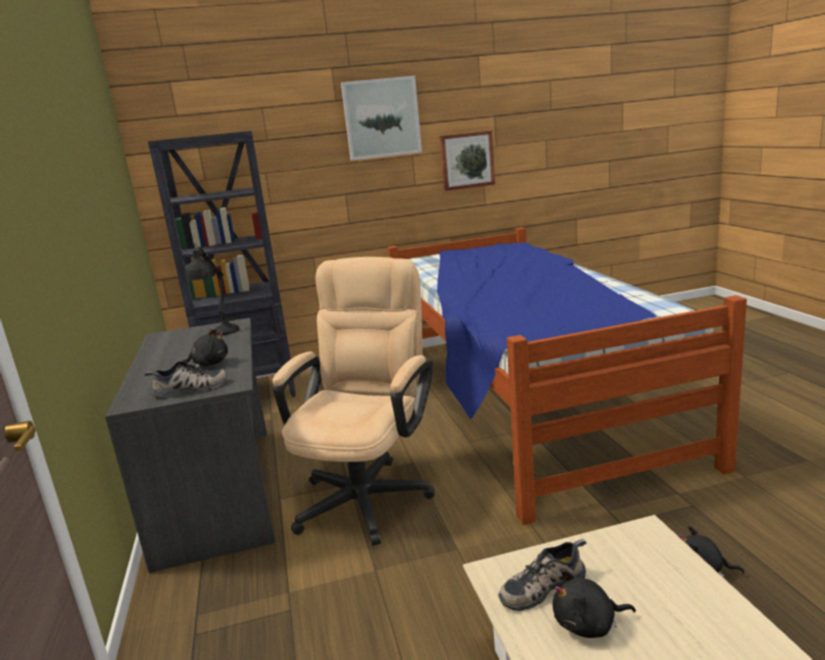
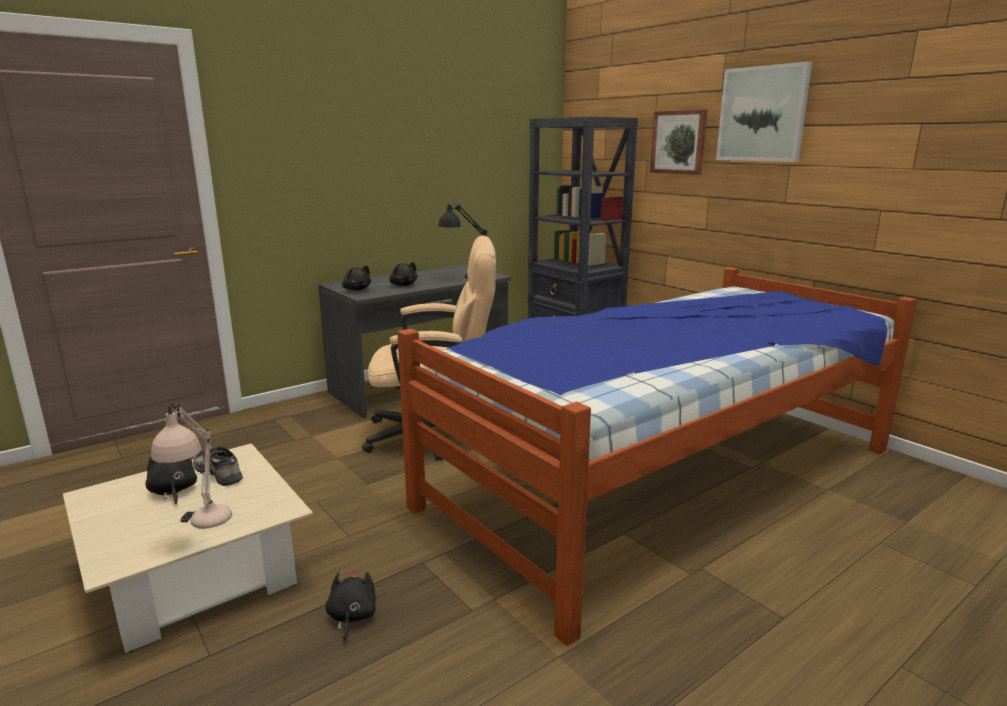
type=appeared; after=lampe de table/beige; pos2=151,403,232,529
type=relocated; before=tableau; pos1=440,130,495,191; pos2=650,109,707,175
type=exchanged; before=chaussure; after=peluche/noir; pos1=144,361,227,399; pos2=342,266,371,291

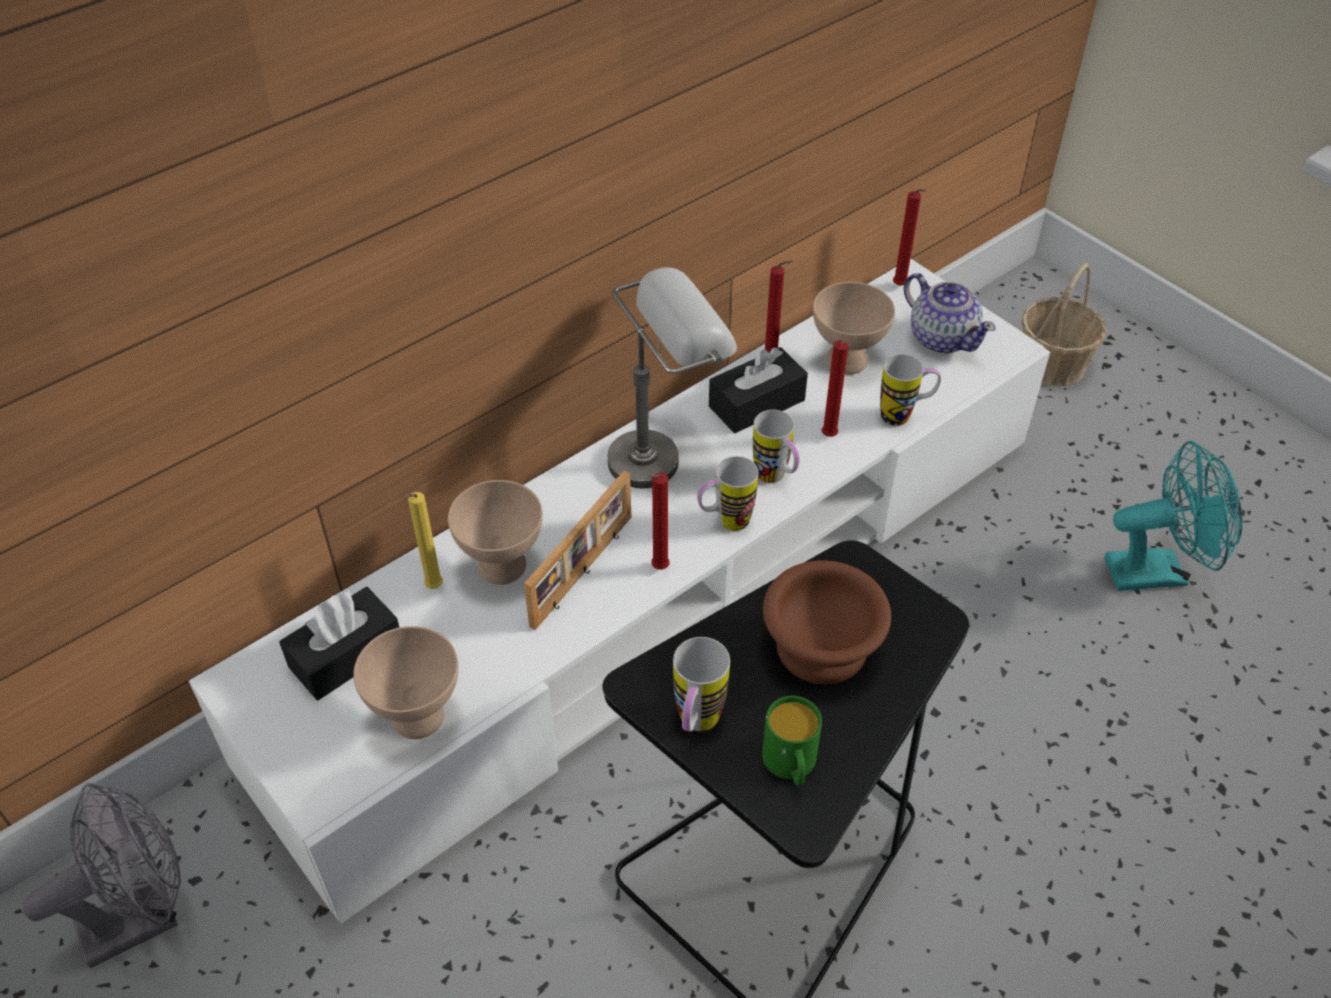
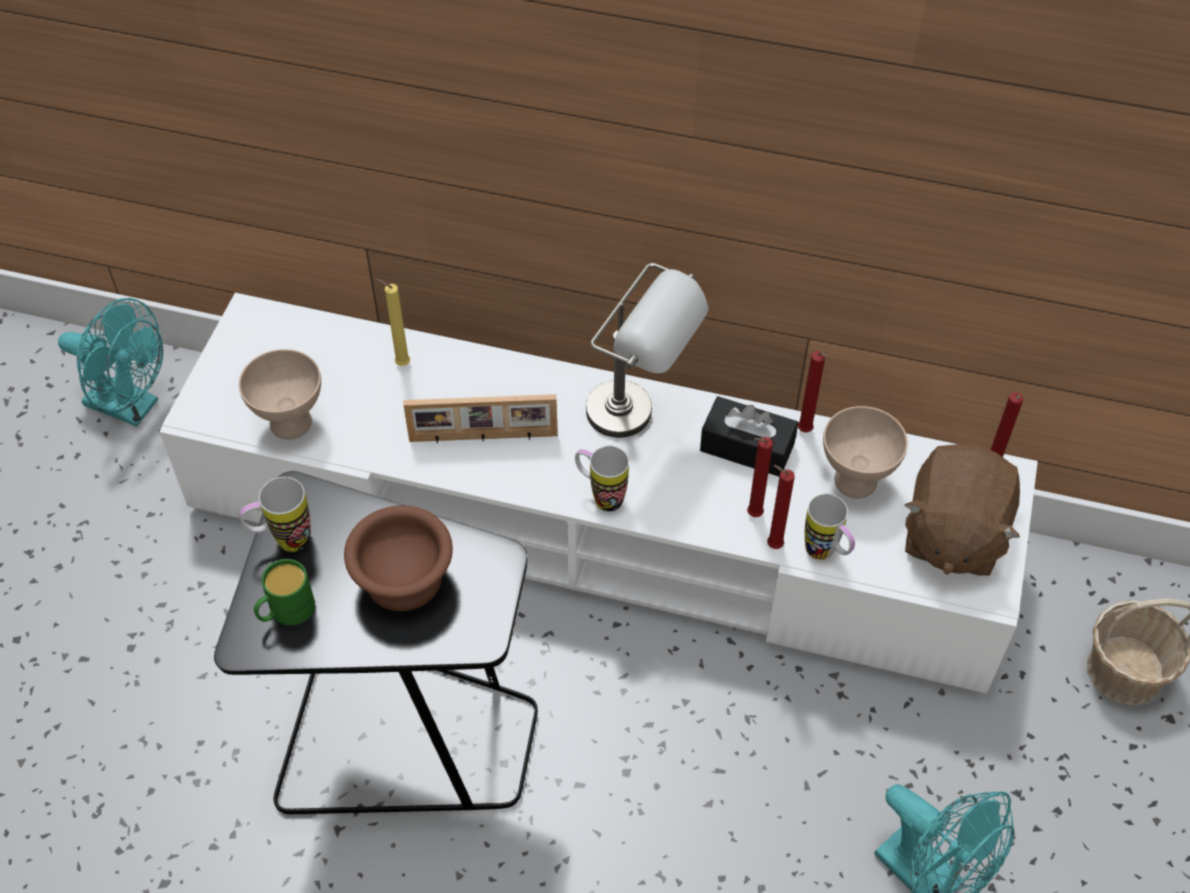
type=missing; before=boîte à mouchoirs/noir; pos1=279,587,399,700
type=missing; before=bol/beige; pos1=448,480,543,585
type=missing; before=mug; pos1=753,410,800,483
type=relocated; before=bougie/rouge; pos1=649,472,670,570; pos2=767,465,795,549
type=exchanged; before=théière; after=peluche/marron; pos1=904,273,996,354; pos2=904,444,1020,576
type=colour; before=ventilateur/gris; after=ventilateur/turquoise; pos1=22,783,181,968; pos2=58,298,163,427

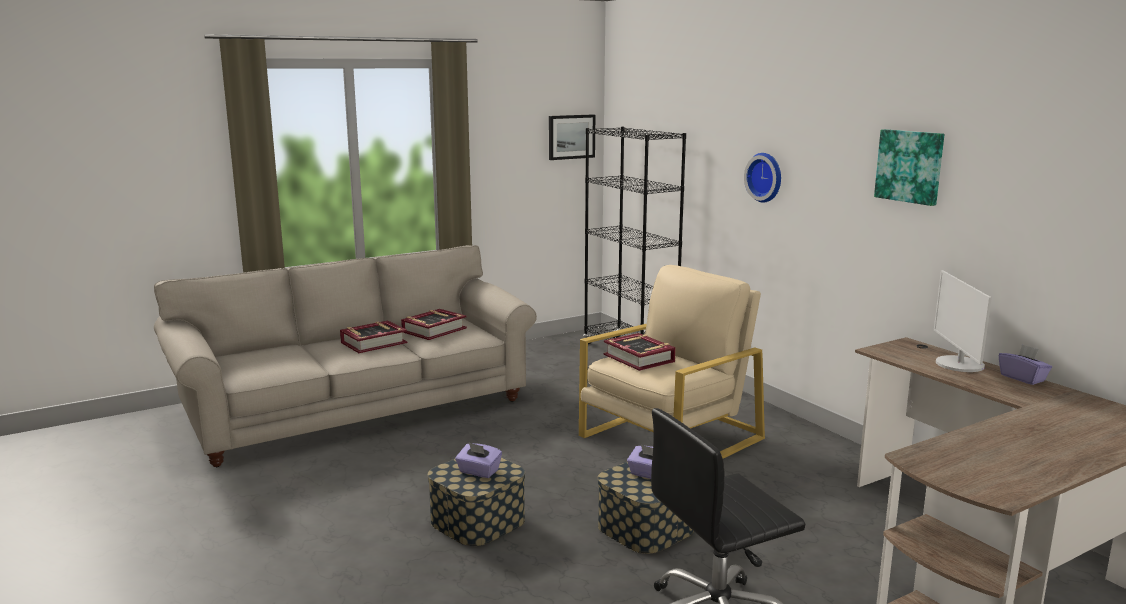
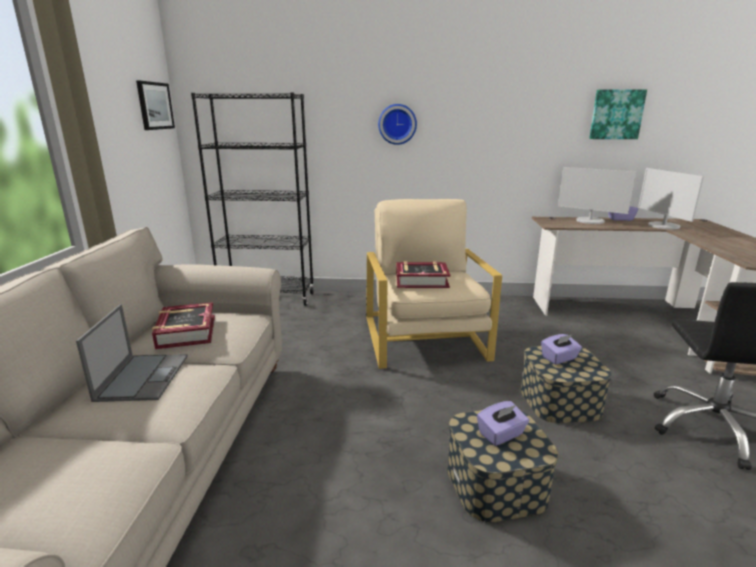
type=appeared; after=écran d'ordinateur; pos2=638,168,704,229
type=relocated; before=tableau; pos1=874,129,944,206; pos2=589,89,647,139
type=exchanged; before=livre; after=ordinateur portable; pos1=340,321,407,353; pos2=76,304,188,402

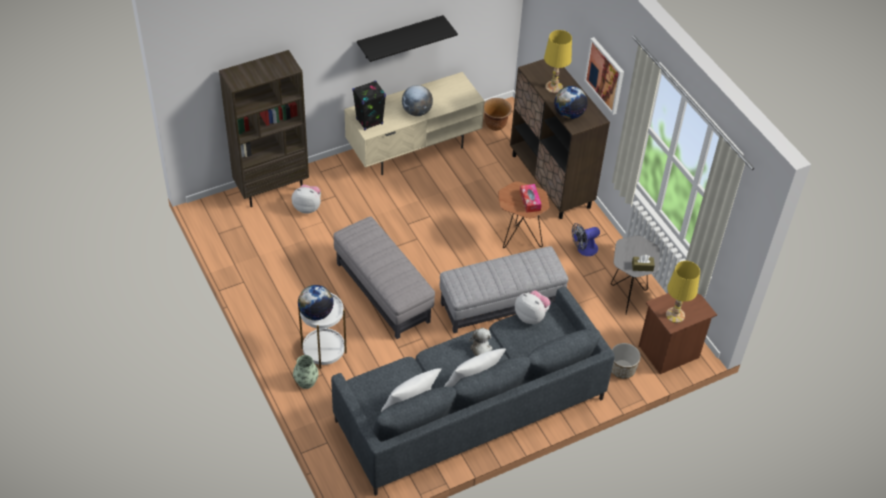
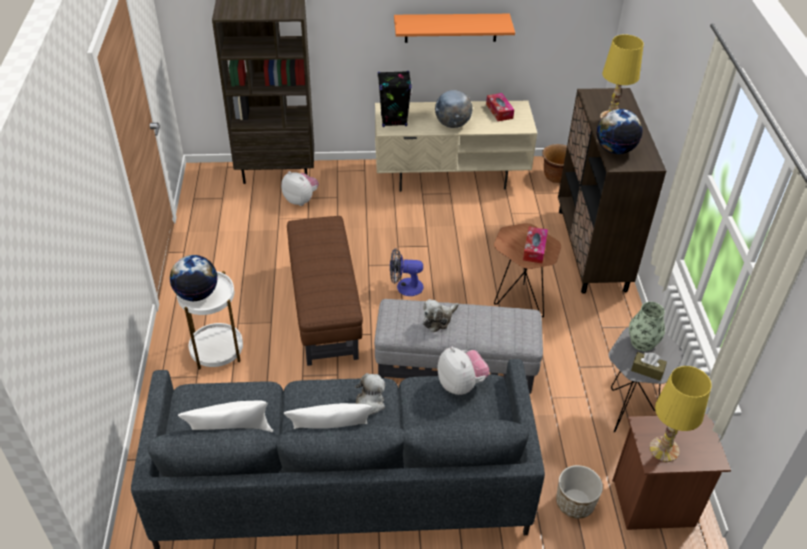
type=missing; before=tableau; pos1=584,37,624,115
type=appeared; after=peluche; pos2=423,299,459,332
type=appeared; after=boîte à mouchoirs; pos2=486,93,514,121
type=relocated; before=vase; pos1=293,355,319,389; pos2=629,302,665,351
type=relocated; before=ventilateur; pos1=572,223,600,256; pos2=390,248,423,296
type=colour; before=pouf/gris; after=pouf/marron; pos1=333,216,435,339; pos2=287,216,363,366
type=colour; before=étagère/noir; after=étagère/orange; pos1=357,15,458,62; pos2=394,14,515,43

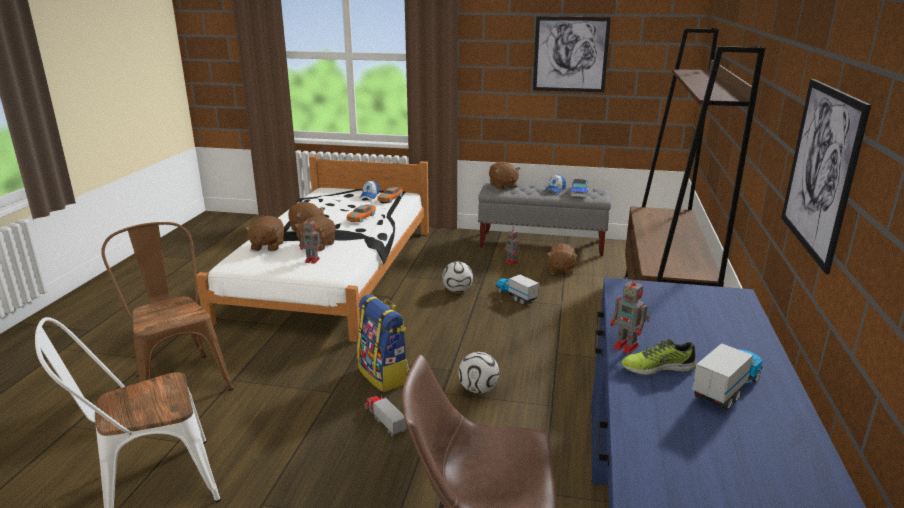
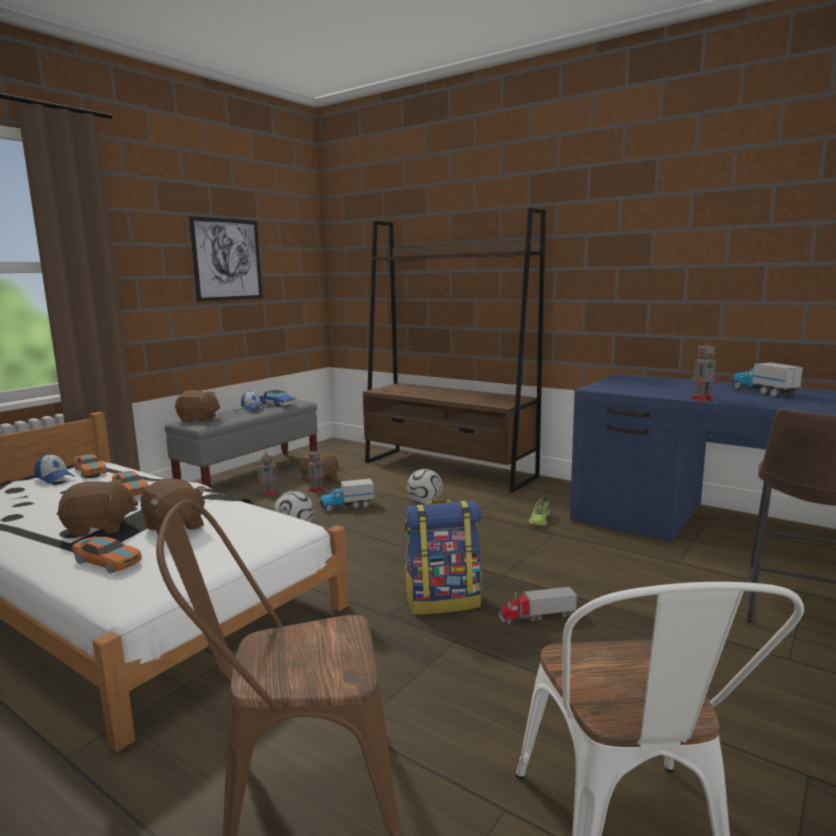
type=missing; before=tableau; pos1=781,79,871,274
type=relocated; before=robot jouet; pos1=300,216,322,264; pos2=307,447,326,493
type=relocated; before=ballon de foot; pos1=458,352,499,394; pos2=407,469,443,505
type=relocated; before=chaussure; pos1=622,339,697,375; pos2=529,497,550,526
type=exchanged; before=peluche/marron; after=petite voiture; pos1=245,216,284,251; pos2=72,537,142,574

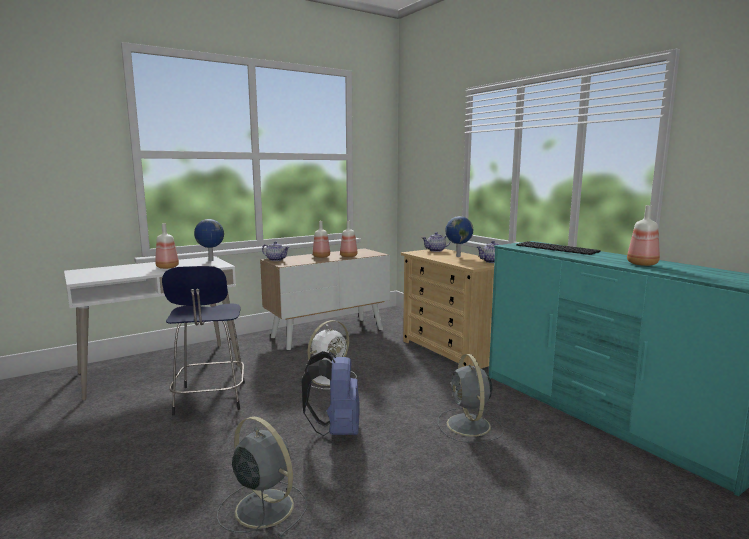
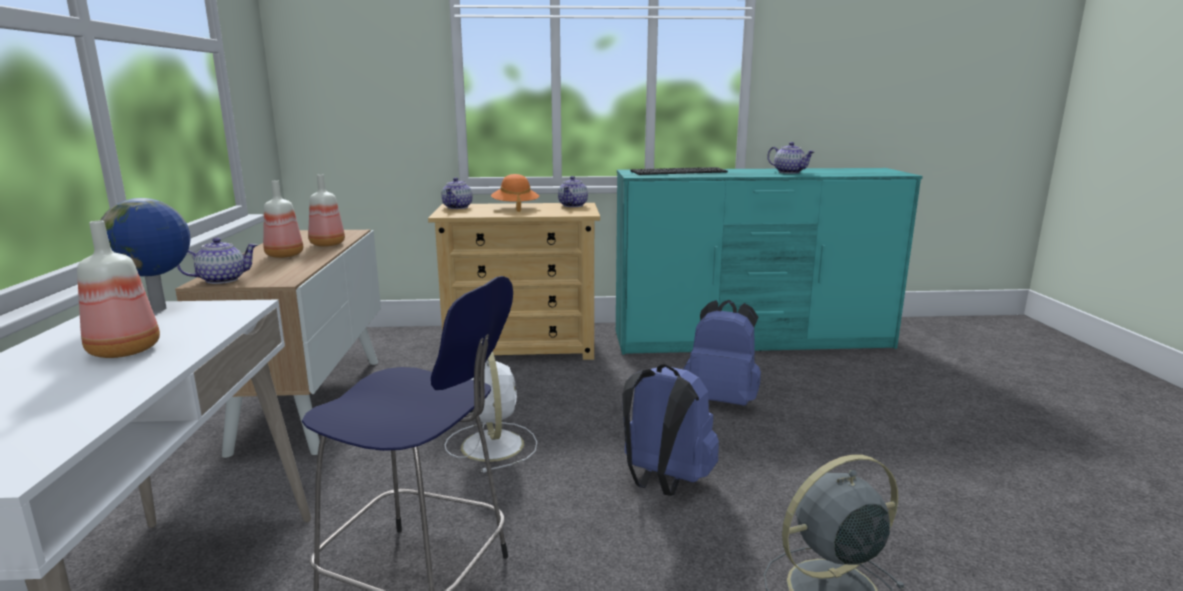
type=exchanged; before=ventilateur/gris; after=sac à dos/bleu; pos1=438,354,504,443; pos2=684,300,761,406
type=exchanged; before=globe; after=chapeau/orange; pos1=445,216,473,257; pos2=491,174,539,212
type=exchanged; before=bouteille; after=théière; pos1=627,205,660,266; pos2=767,142,815,174

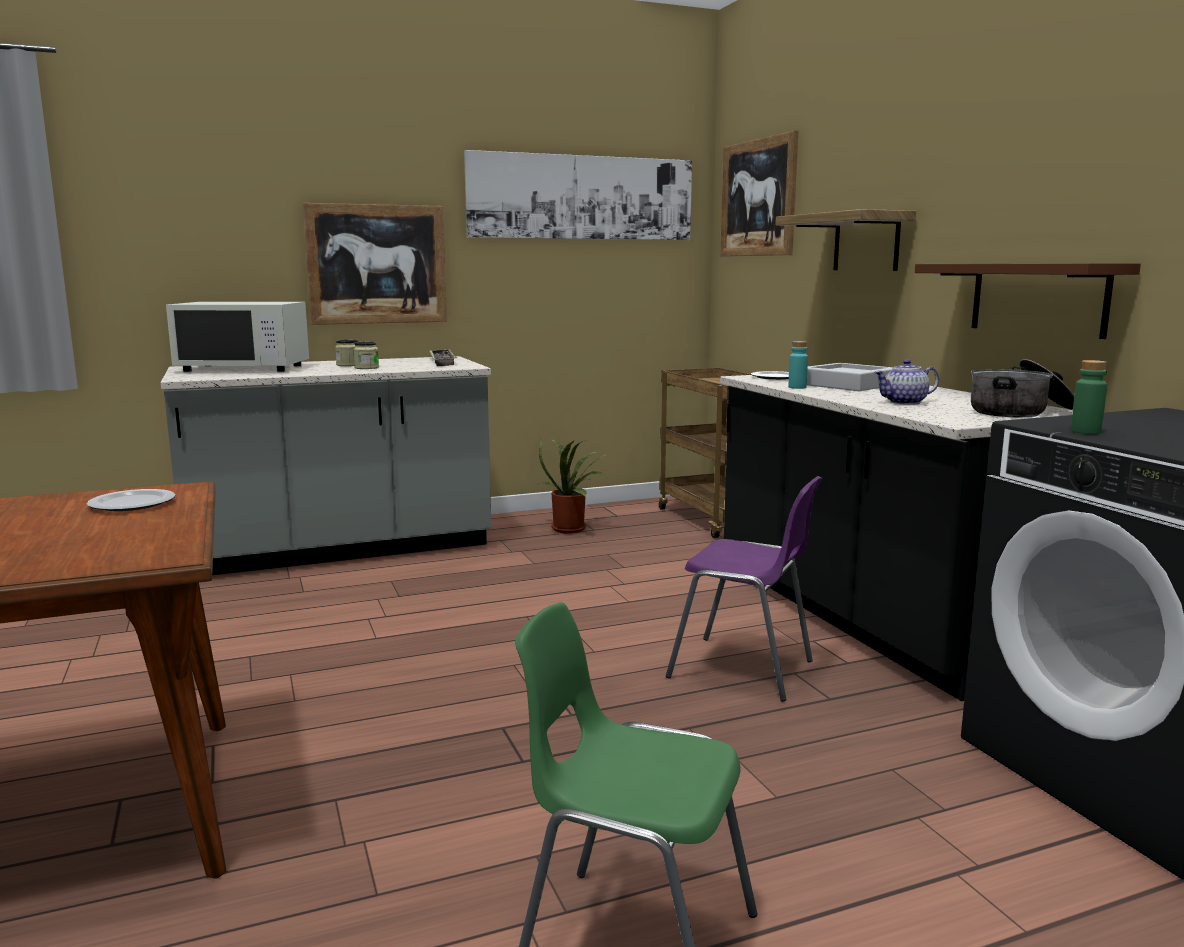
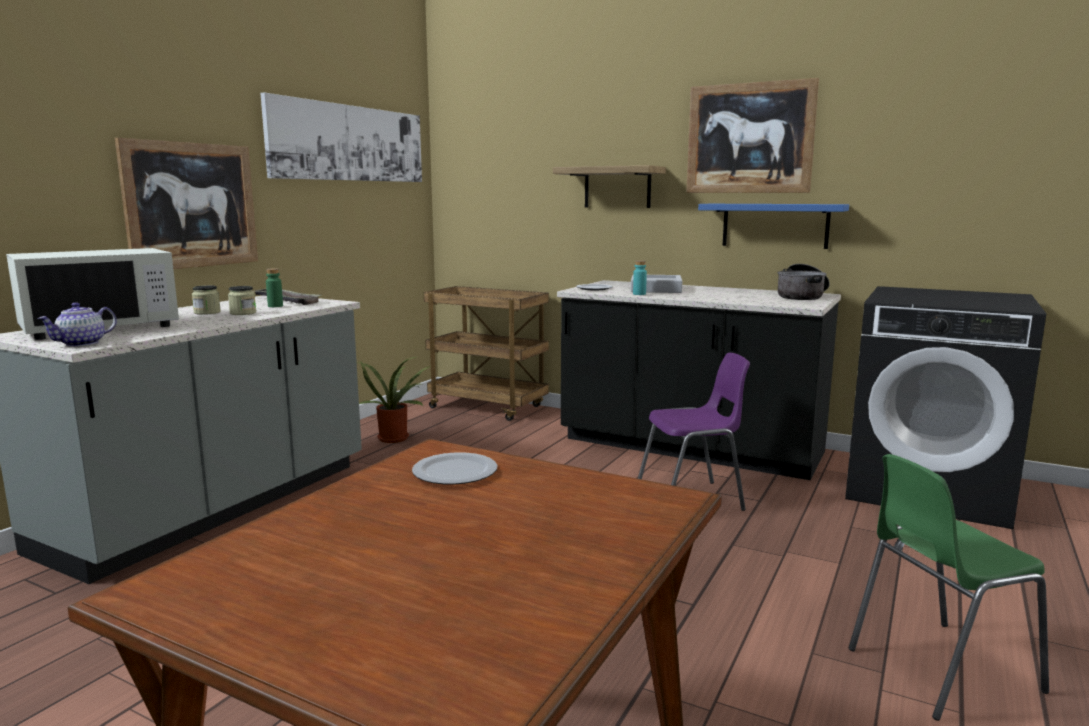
type=relocated; before=tableau; pos1=720,130,798,256; pos2=686,78,819,193
type=relocated; before=théière; pos1=874,360,939,405; pos2=37,302,117,347
type=relocated; before=bouteille/vert; pos1=1071,360,1107,434; pos2=266,268,283,307
type=colour; before=étagère/marron; after=étagère/bleu; pos1=915,263,1141,339; pos2=698,204,849,249

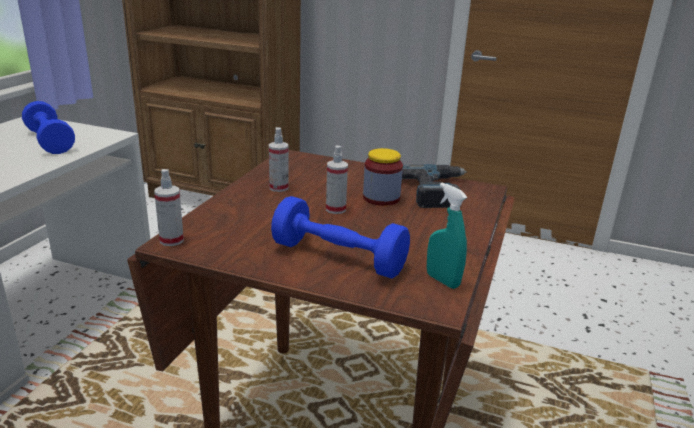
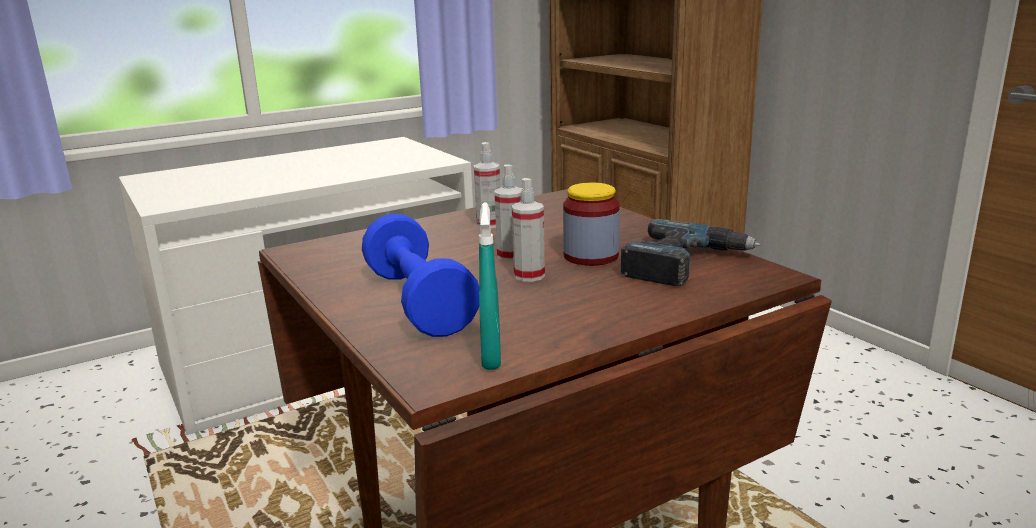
type=missing; before=haltère/bleu; pos1=22,101,75,154
type=relocated; before=vaporisateur; pos1=154,169,184,246; pos2=512,178,545,282

